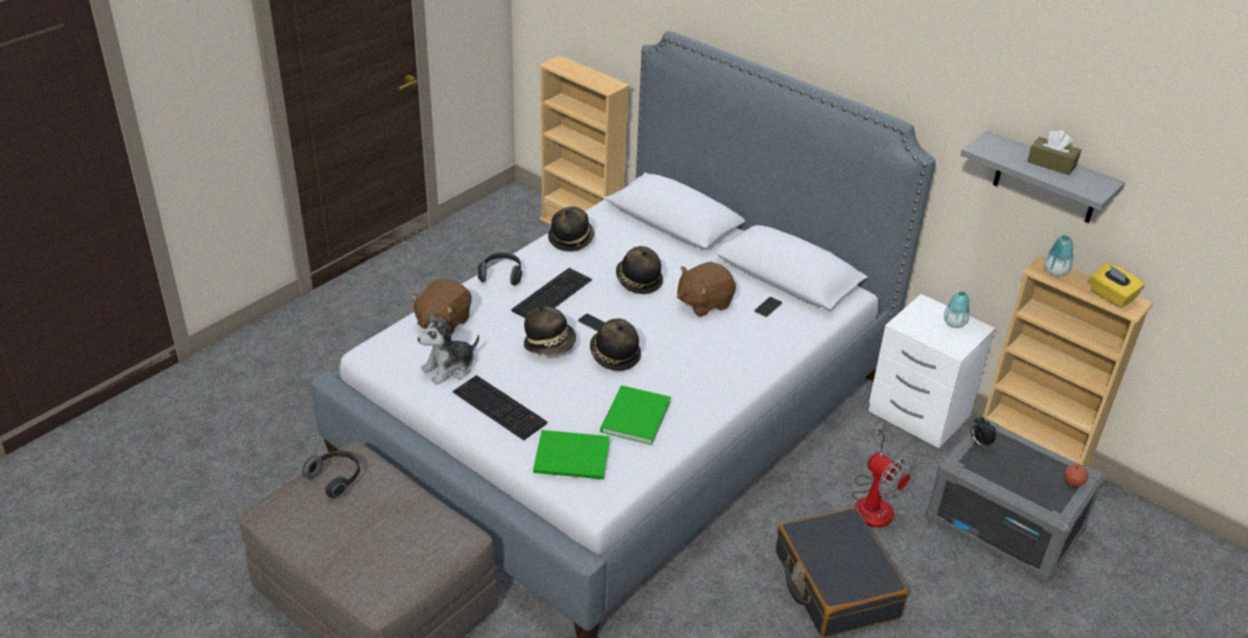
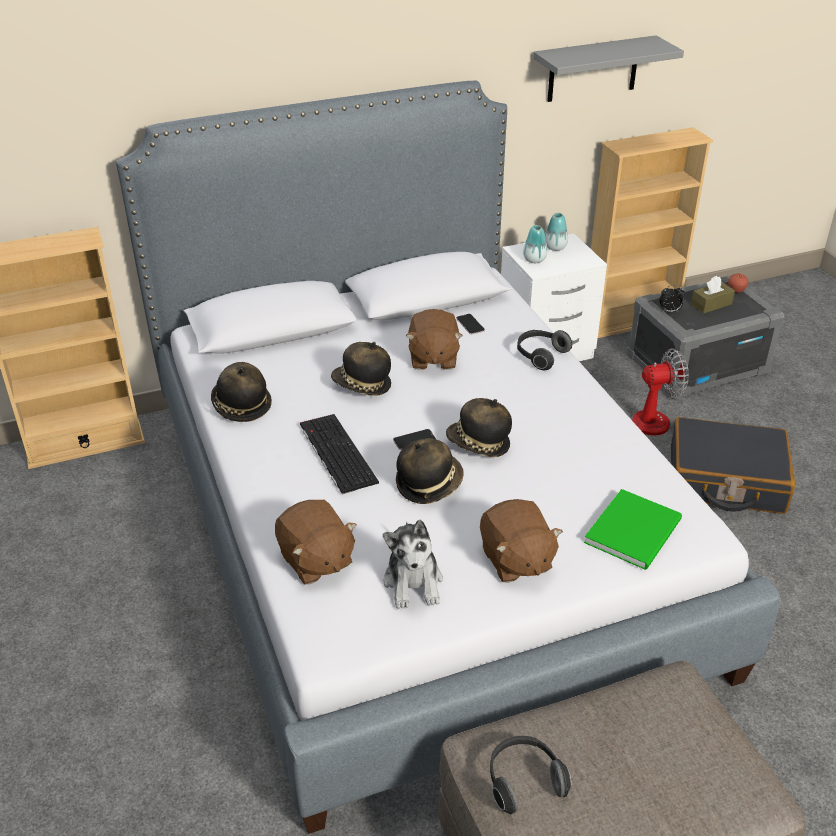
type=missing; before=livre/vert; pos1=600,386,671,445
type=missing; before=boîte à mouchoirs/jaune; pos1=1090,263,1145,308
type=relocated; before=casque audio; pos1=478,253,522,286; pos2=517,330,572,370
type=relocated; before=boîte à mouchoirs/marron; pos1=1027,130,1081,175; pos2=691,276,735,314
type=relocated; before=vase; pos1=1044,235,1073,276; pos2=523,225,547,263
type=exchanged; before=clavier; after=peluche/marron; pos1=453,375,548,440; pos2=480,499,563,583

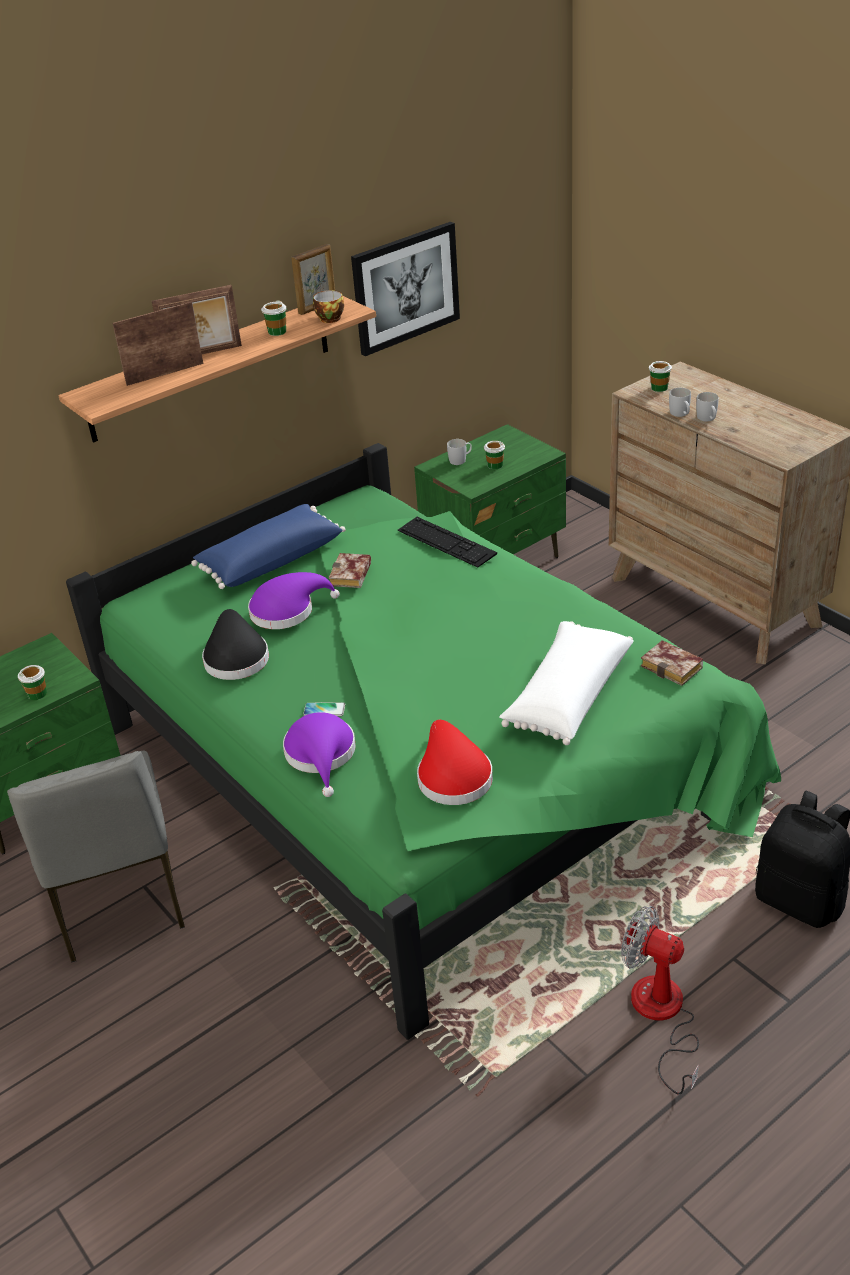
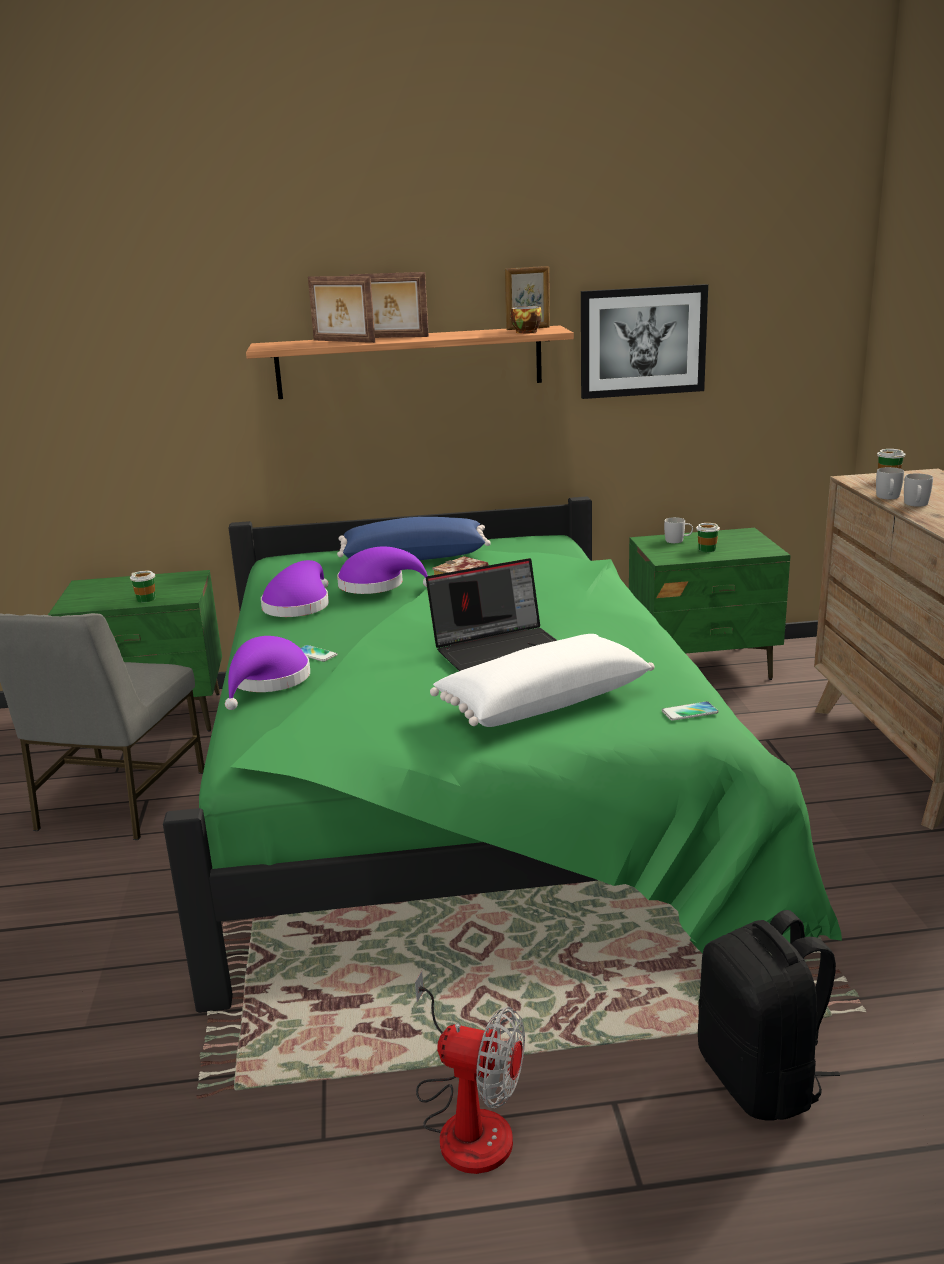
type=missing; before=tasse; pos1=261,300,287,336
type=missing; before=clavier; pos1=397,517,497,568
type=missing; before=chapeau/rouge; pos1=417,720,493,805
type=appeared; after=ordinateur portable; pos2=426,558,558,671
type=exchanged; before=livre; after=téléphone; pos1=641,640,703,686; pos2=662,701,718,721
type=colour; before=chapeau/noir; after=chapeau/violet; pos1=202,609,269,680; pos2=261,560,329,617
type=spun; before=cadre photo; pos1=112,302,203,386; pos2=308,276,375,343; turn=-150
type=spun; before=ventilateur; pos1=621,905,699,1095; pos2=415,971,525,1174; turn=135

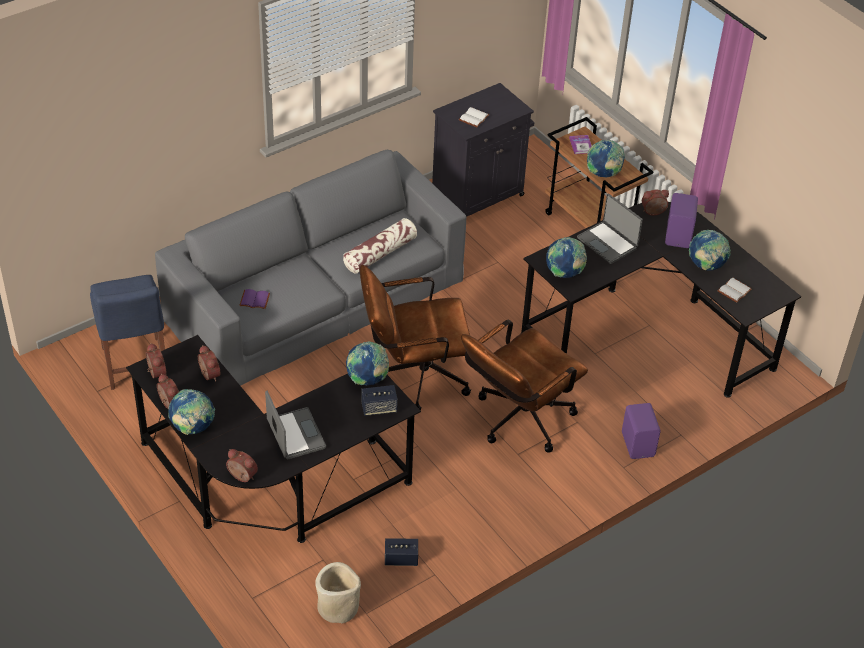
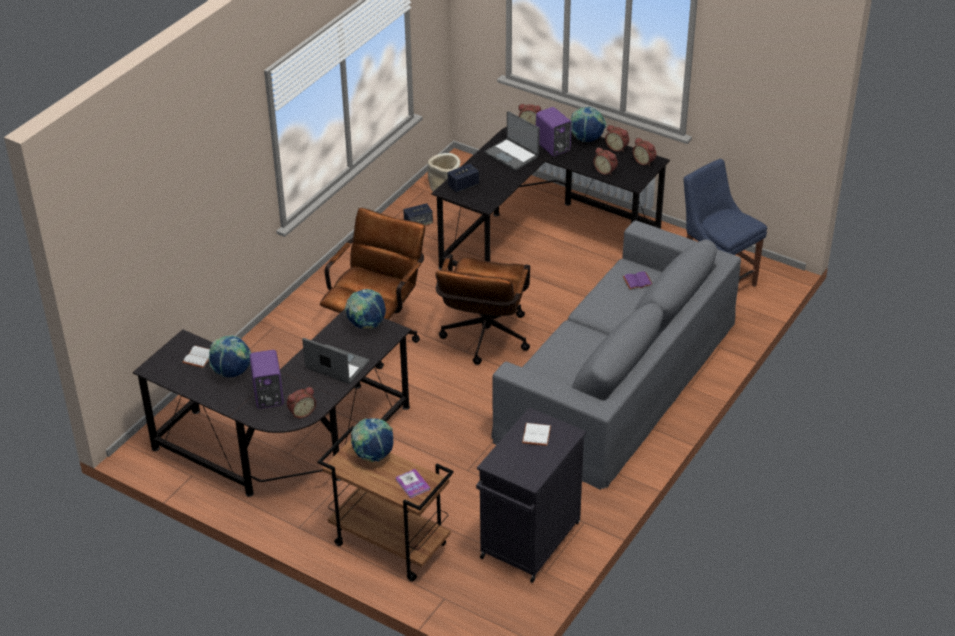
type=missing; before=coussin; pos1=343,218,417,274
type=missing; before=globe; pos1=346,341,389,385
type=relocated; before=enceinte/violet; pos1=622,403,661,459; pos2=536,107,572,156
type=spun; before=chaise de bureau/marron; pos1=360,265,471,410; pos2=435,254,530,365; turn=135

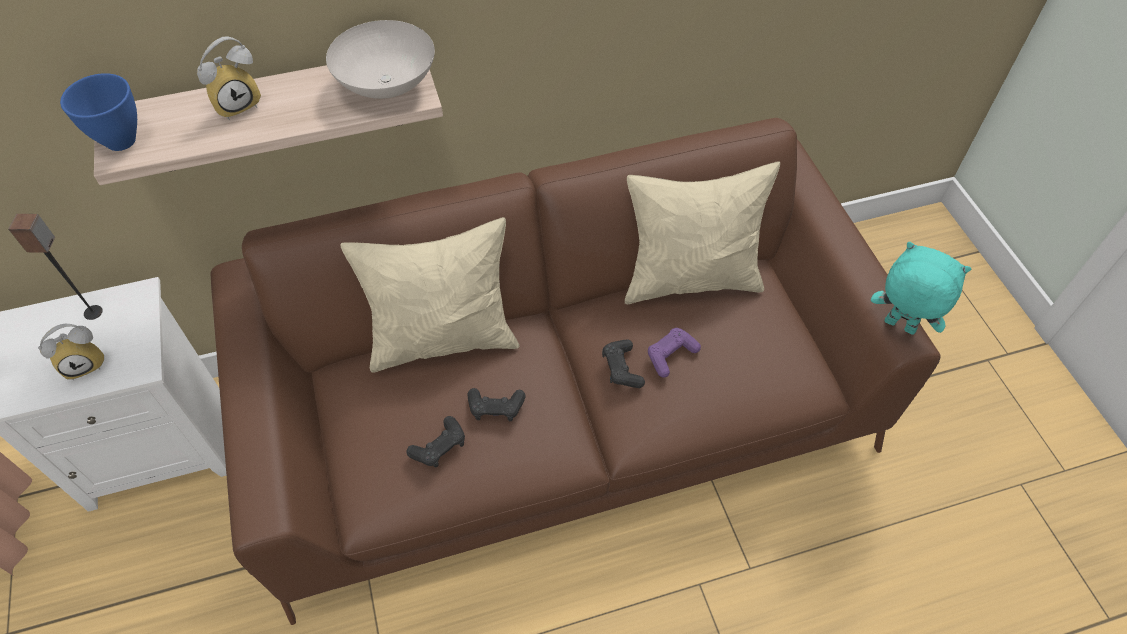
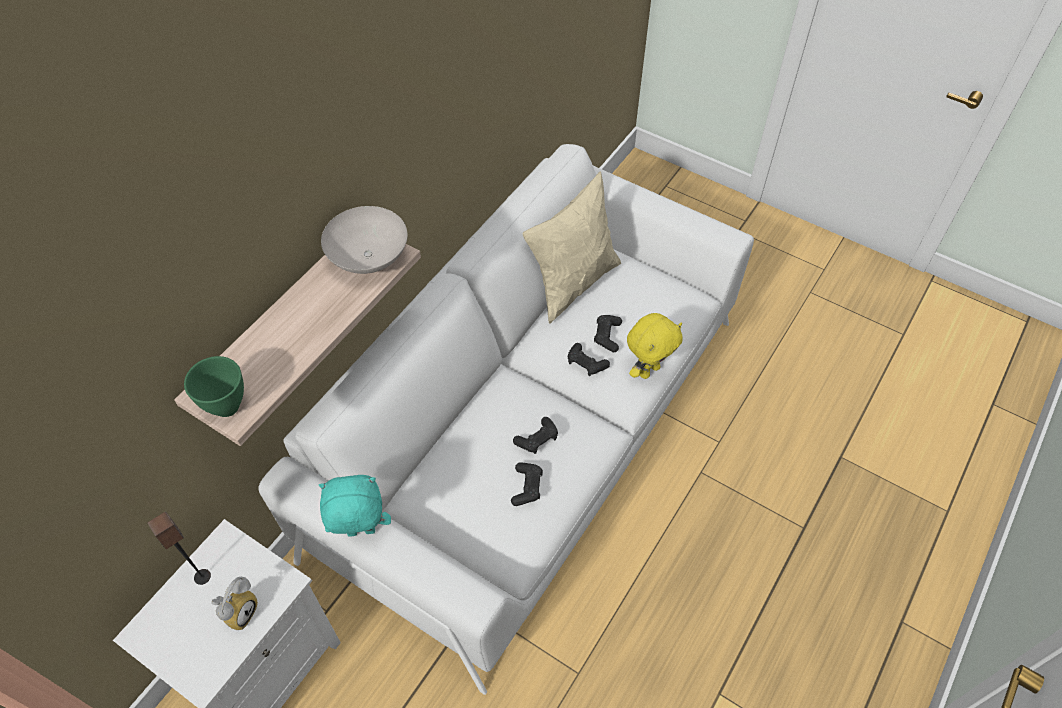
type=missing; before=réveil; pos1=197,36,261,120
type=missing; before=coussin/beige; pos1=340,217,519,373
type=appeared; after=peluche/jaune; pos2=627,313,683,379
type=relocated; before=peluche/turquoise; pos1=871,242,971,335; pos2=319,475,391,537
type=colour; before=bol/bleu; after=bol/vert; pos1=60,73,137,151; pos2=184,356,244,417
type=colour; before=canapé/marron; after=canapé/blanc; pos1=211,118,941,625; pos2=258,144,754,695
type=colour; before=manette/violet; after=manette/noir; pos1=648,328,701,378; pos2=594,315,622,352

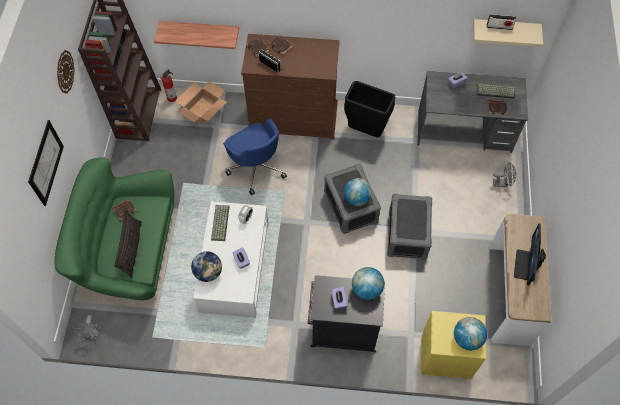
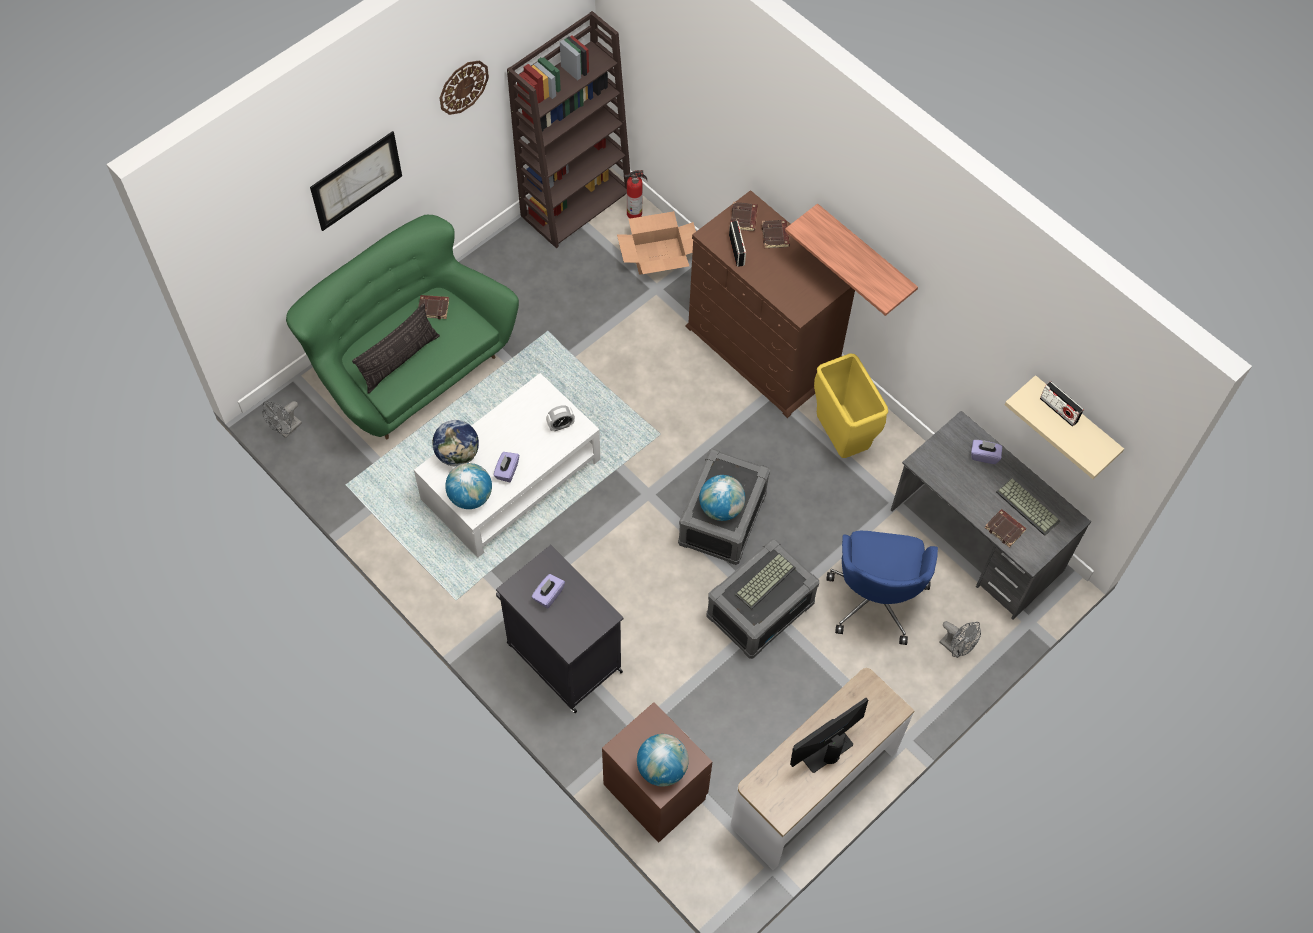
type=relocated; before=étagère; pos1=154,21,239,49; pos2=785,204,918,316
type=relocated; before=clavier; pos1=211,205,230,241; pos2=735,553,796,610
type=relocated; before=chaise de bureau/bleu; pos1=223,118,287,196; pos2=826,531,938,645
type=relocated; before=globe; pos1=352,267,384,300; pos2=445,463,492,509
type=colour; before=poubelle/noir; after=poubelle/jaune; pos1=344,81,396,138; pos2=814,353,888,458
type=colour; before=table de chevet/jaune; after=table de chevet/marron; pos1=421,311,486,379; pos2=602,702,713,843

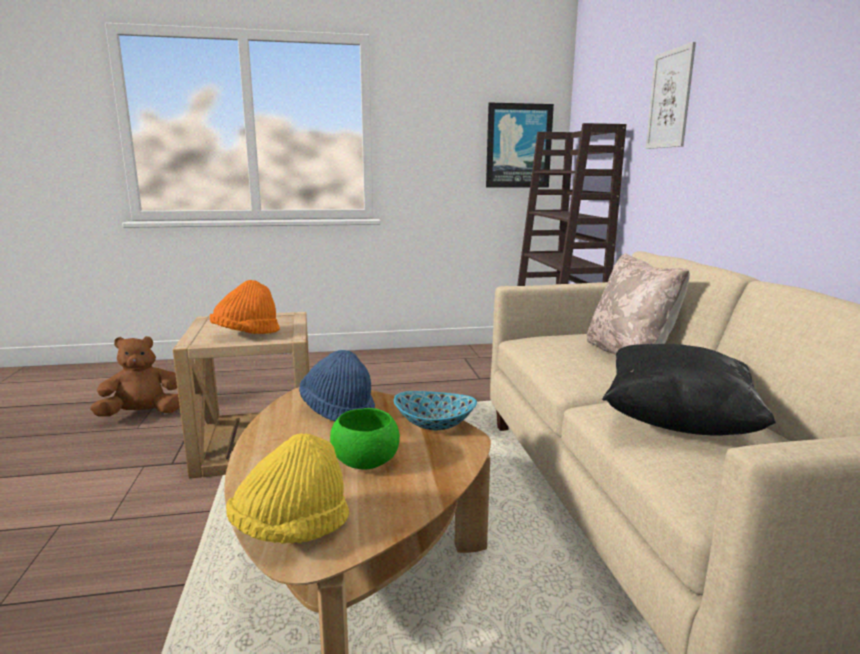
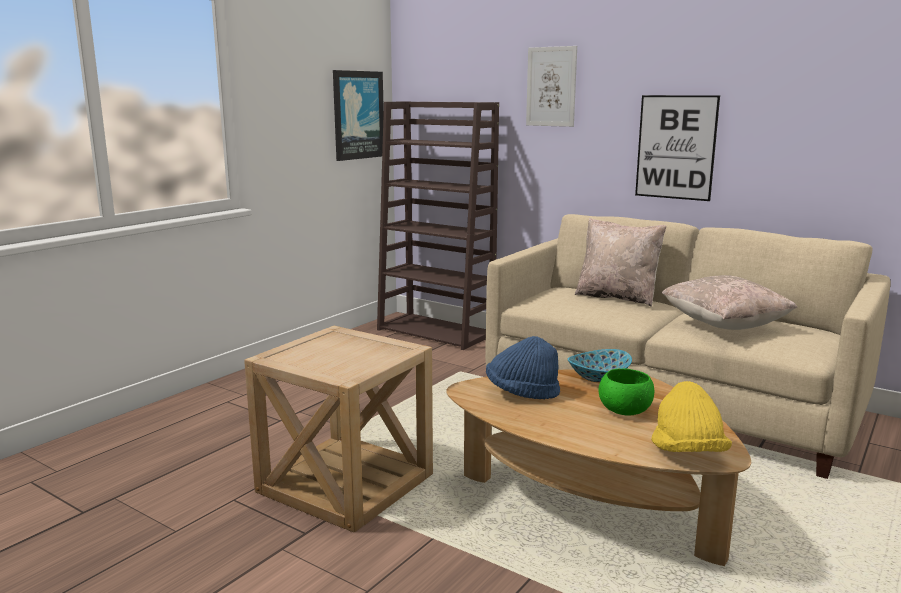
type=missing; before=peluche/marron; pos1=90,336,180,417
type=missing; before=chapeau/orange; pos1=210,280,280,334
type=appeared; after=tableau; pos2=635,95,720,201
type=colour; before=coussin/noir; after=coussin/beige; pos1=602,344,776,436; pos2=661,275,797,330

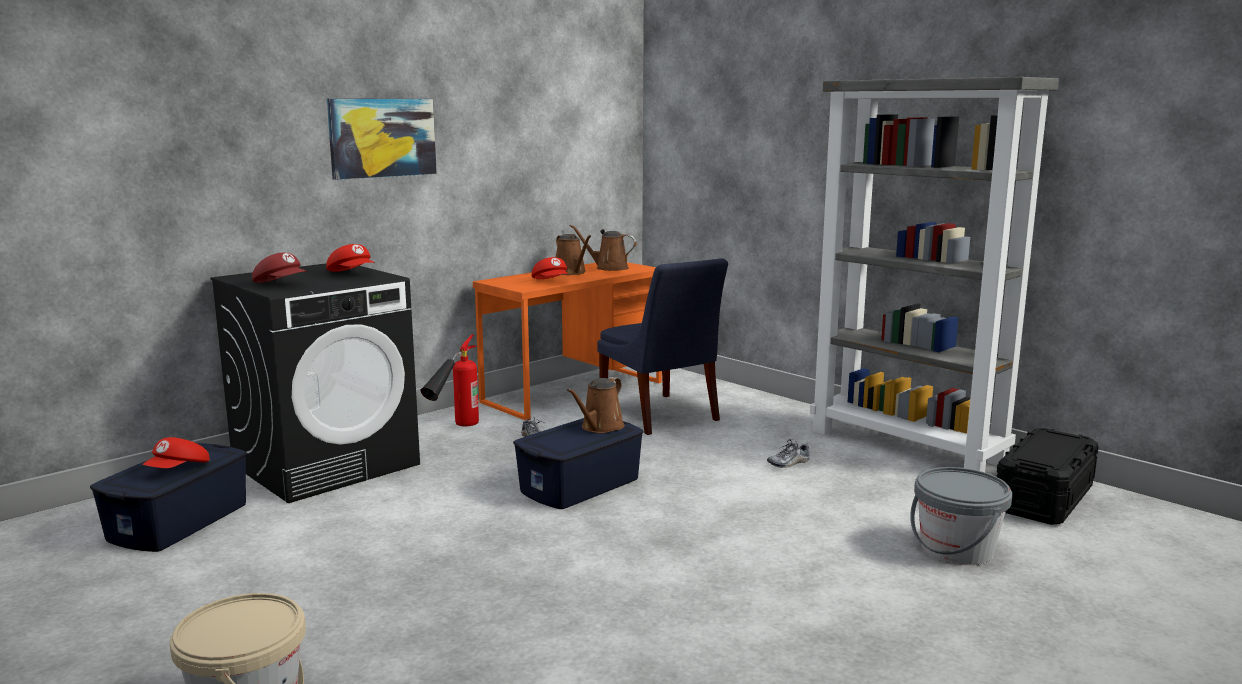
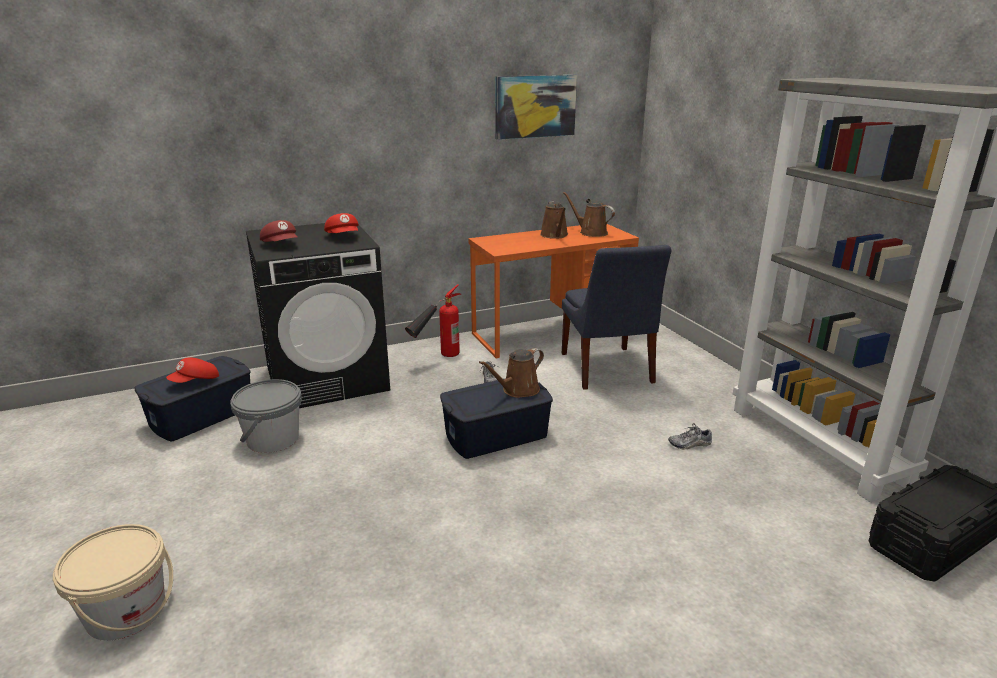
type=missing; before=casquette/rouge; pos1=532,257,568,279
type=relocated; before=tableau; pos1=327,98,437,180; pos2=495,75,577,140
type=relocated; before=seau/gris; pos1=910,467,1012,565; pos2=230,379,302,453

